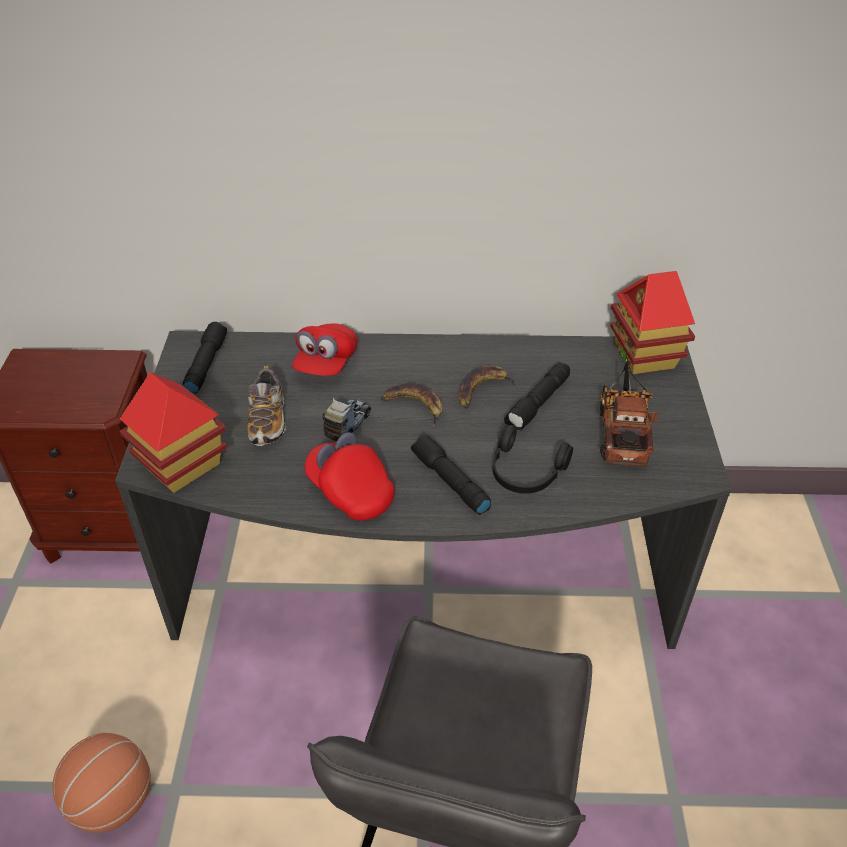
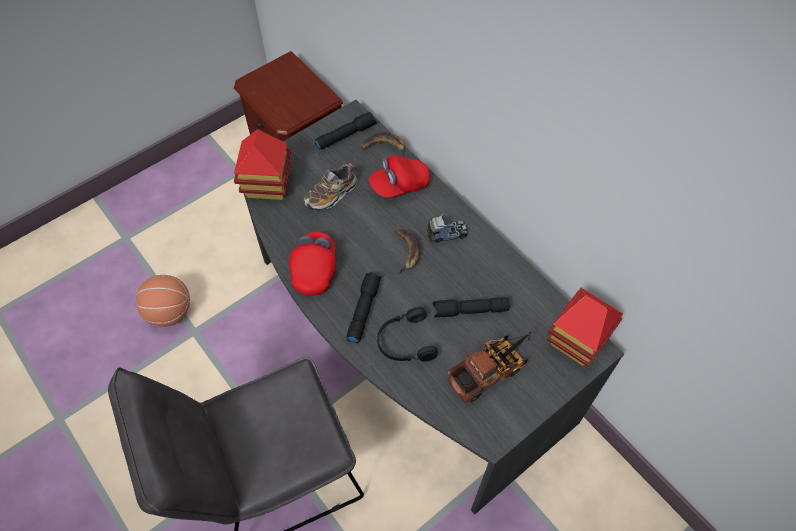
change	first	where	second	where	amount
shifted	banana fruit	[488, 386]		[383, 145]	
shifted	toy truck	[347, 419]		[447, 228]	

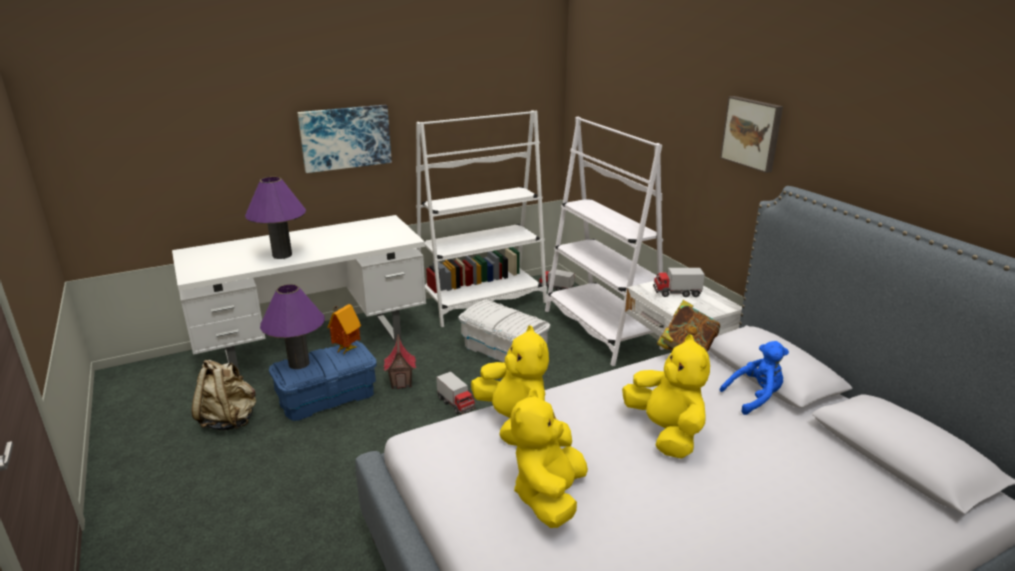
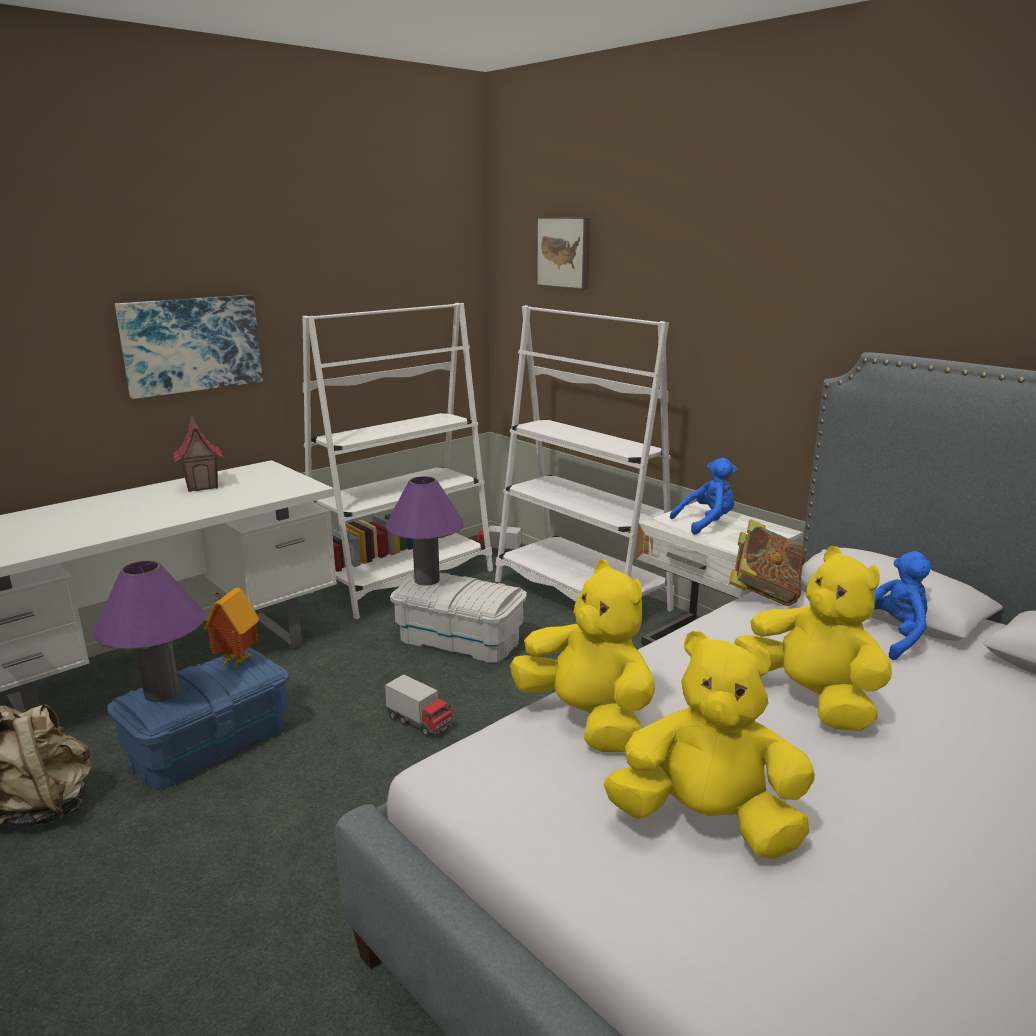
change	first	where	second	where	amount
shifted	wall art	[751, 134]		[563, 253]	
shifted	tabletop lamp (purple-coloured)	[275, 218]		[424, 531]	
swapped	toy truck	[679, 282]	cuddly toy (blue)	[703, 496]	
shifted	miniature house	[400, 361]		[198, 454]	
rotated	cuddly toy (yellow-coloured)	[549, 458]		[709, 745]	105 degrees clockwise

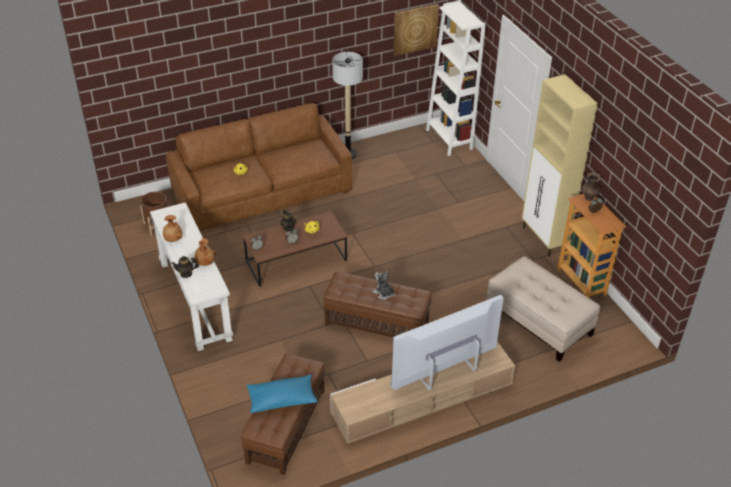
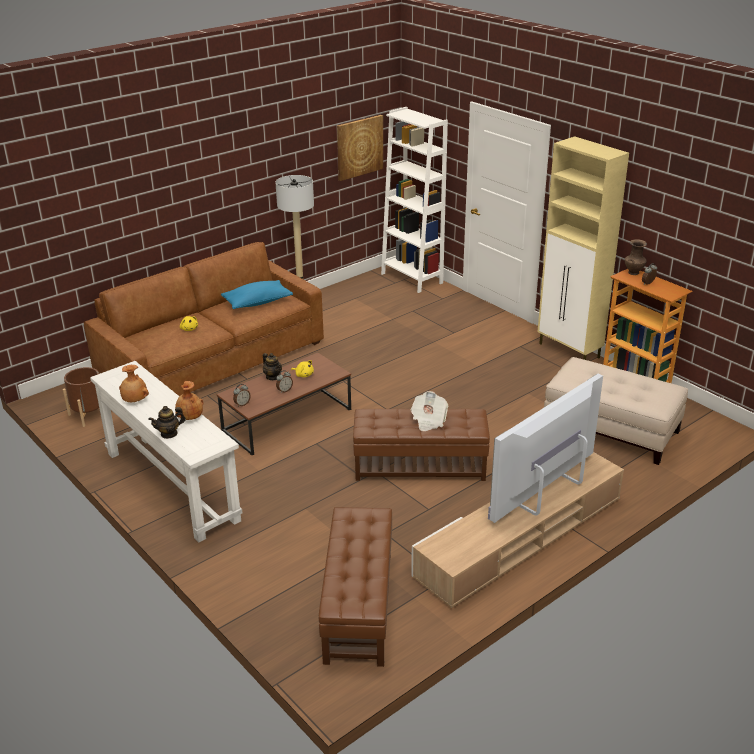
change	first	where	second	where	amount
swapped	cuddly toy	[384, 285]	newspaper	[429, 411]	
shifted	pillow (blue)	[282, 394]		[257, 294]	

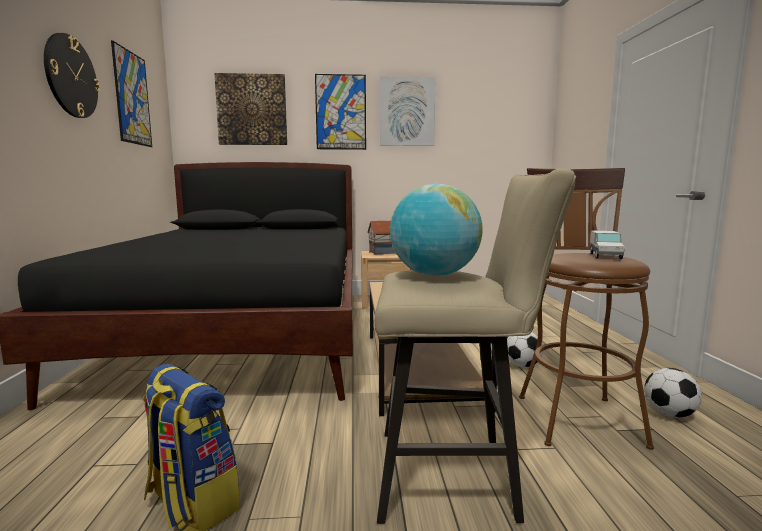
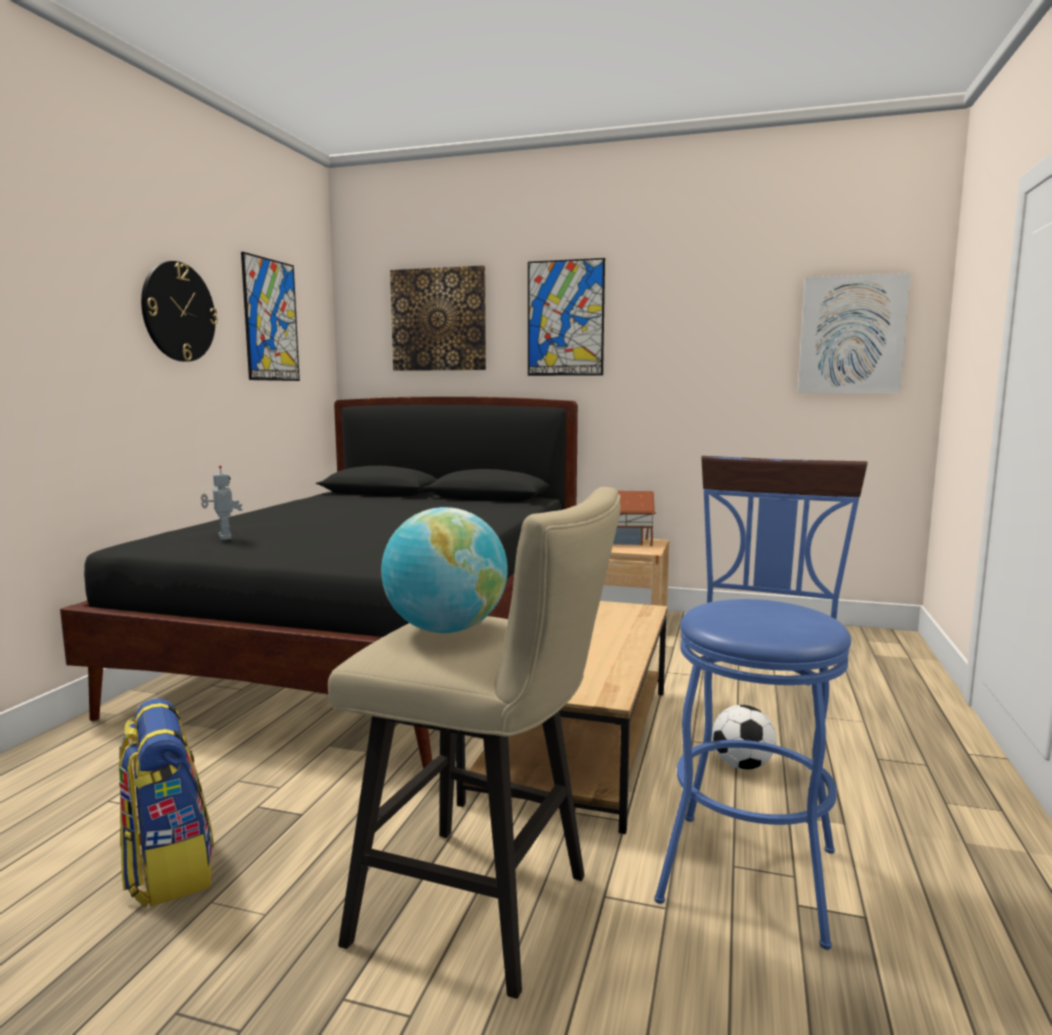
change	first	where	second	where	amount
shifted	wall art	[408, 111]		[854, 333]	
repainted	stool seat (brown)	[586, 309]	stool seat (blue)	[761, 703]	
gone	toy truck	[607, 245]			
gone	football ball	[673, 393]			
new			toy robot	[221, 502]	

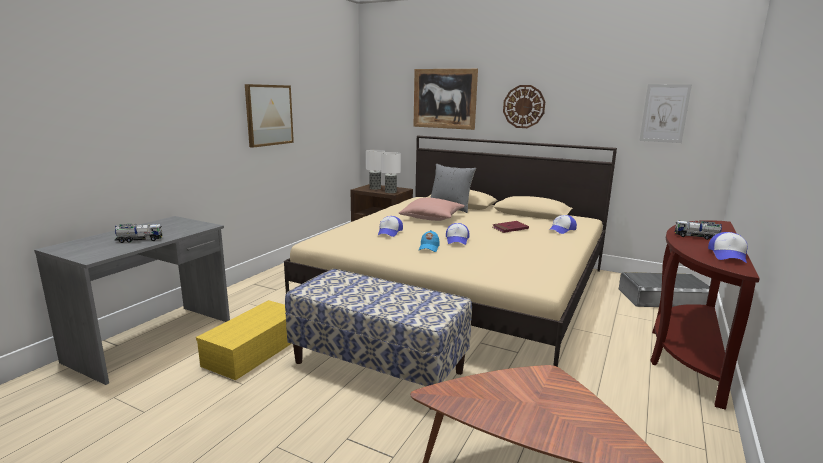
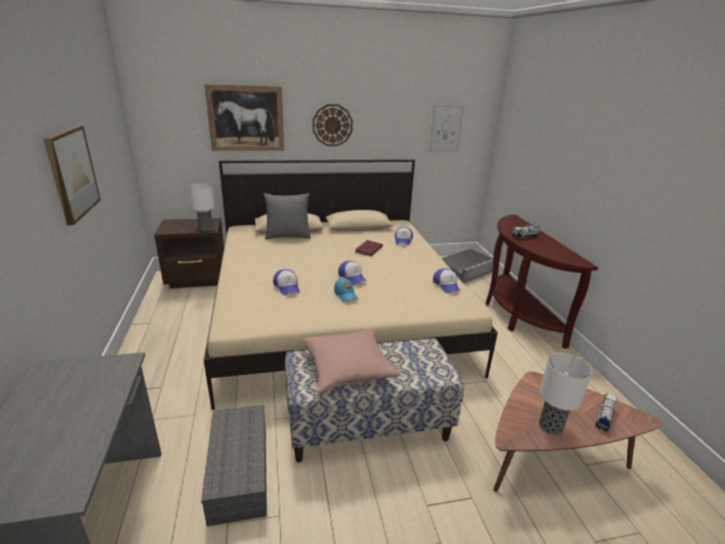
change	first	where	second	where	amount
shifted	tabletop lamp	[375, 170]		[565, 394]	
shifted	pillow (pinkish)	[432, 209]		[350, 361]	
shifted	toy truck	[139, 233]		[606, 412]	
shifted	cap	[728, 247]		[446, 280]	
repainted	storage container (yellow-coloured)	[243, 340]	storage container (gray)	[234, 465]	

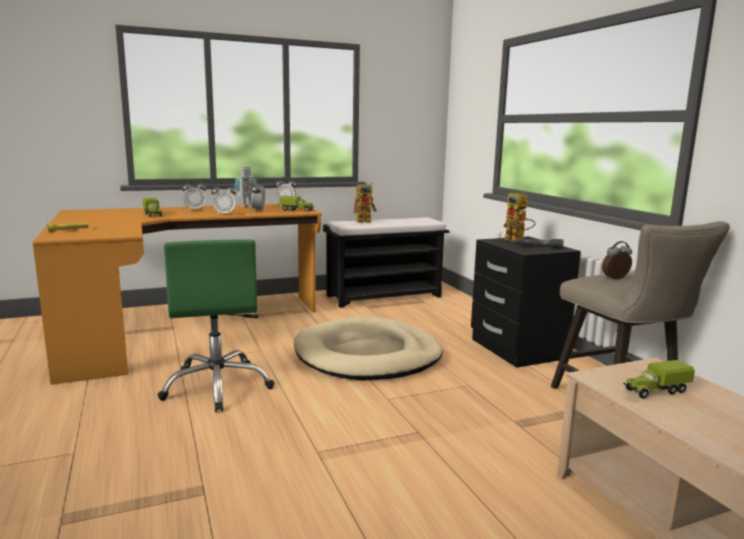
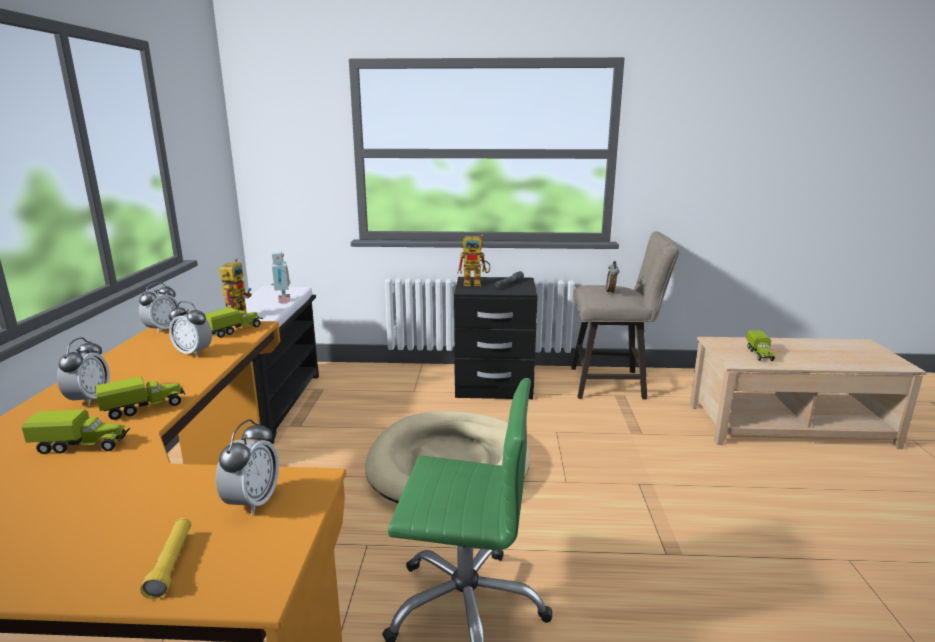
change	first	where	second	where	amount
shifted	toy robot	[245, 187]		[281, 277]	
shifted	bedside clock	[223, 198]		[247, 467]	
new			toy truck	[140, 398]	

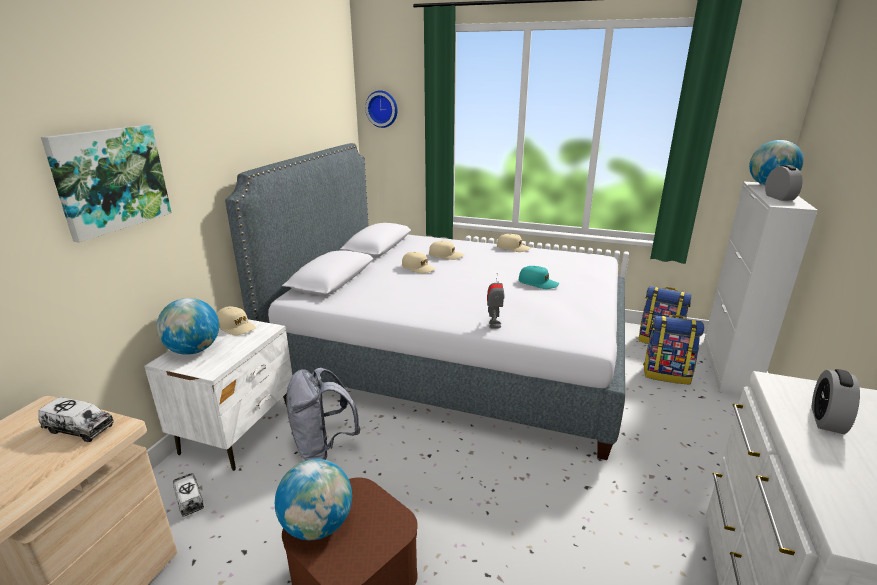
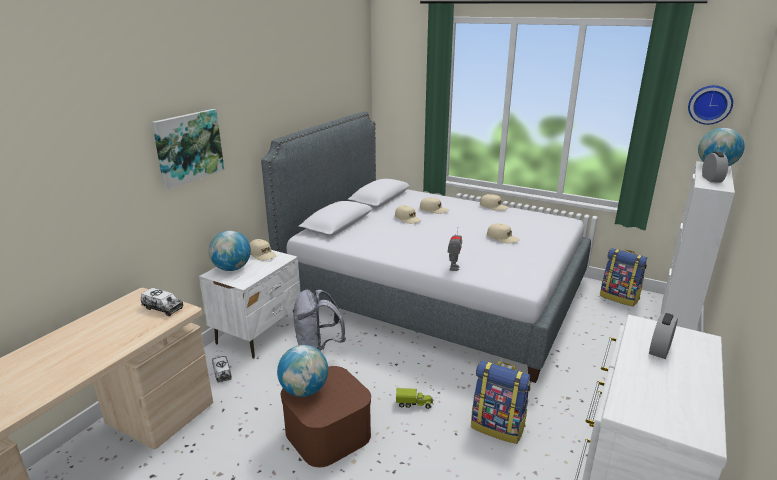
change	first	where	second	where	amount
shifted	hanging clock	[381, 109]		[710, 105]	
repainted	cap (blue-green)	[539, 277]	cap (beige-coloured)	[503, 233]	
shifted	backpack	[673, 349]		[501, 402]	
new			toy truck	[414, 398]	

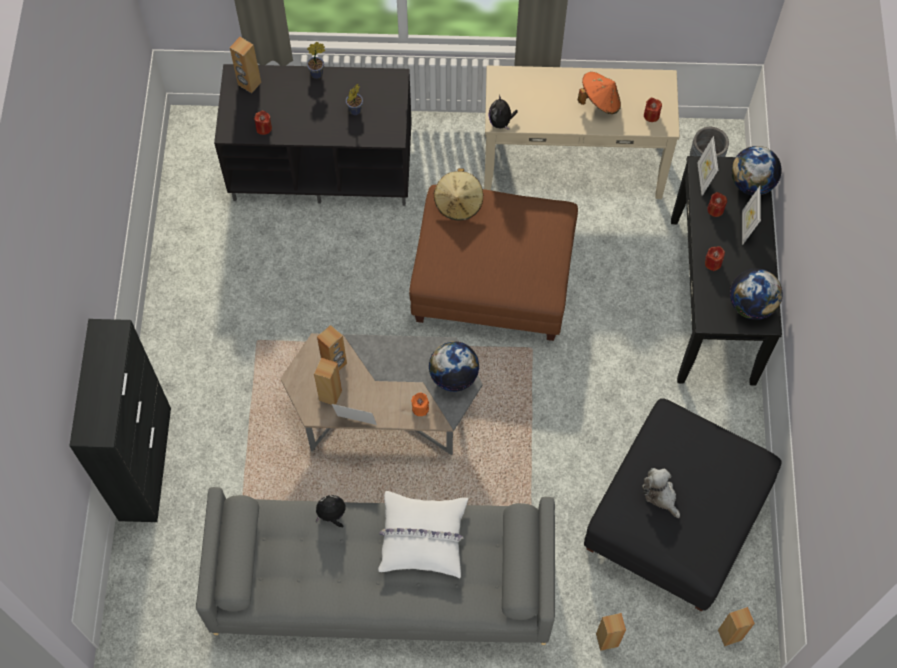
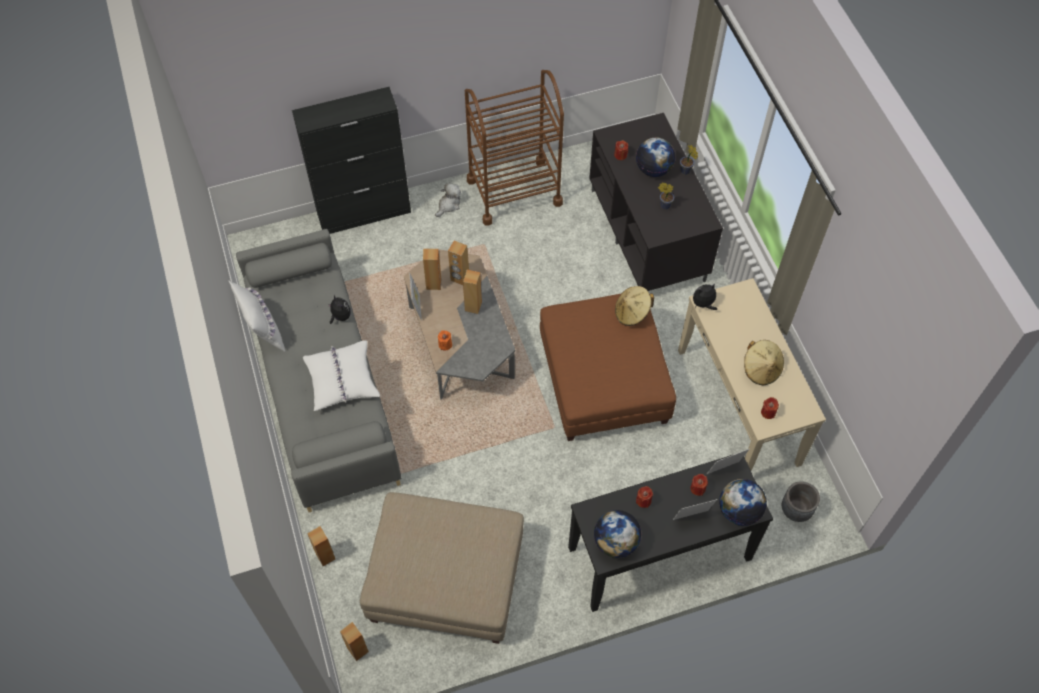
change	first	where	second	where	amount
shifted	loudspeaker (brown)	[245, 65]		[472, 292]	
repainted	clothing hat (orange-coloured)	[599, 93]	clothing hat (beige-coloured)	[764, 362]	
shifted	desk globe	[454, 366]		[655, 157]	
repainted	footrest (black)	[683, 504]	footrest (beige-coloured)	[442, 568]	
shifted	cuddly toy	[661, 493]		[448, 200]	
new			trolley (brown)	[514, 148]	
new			pillow (white-coloured)	[257, 316]	

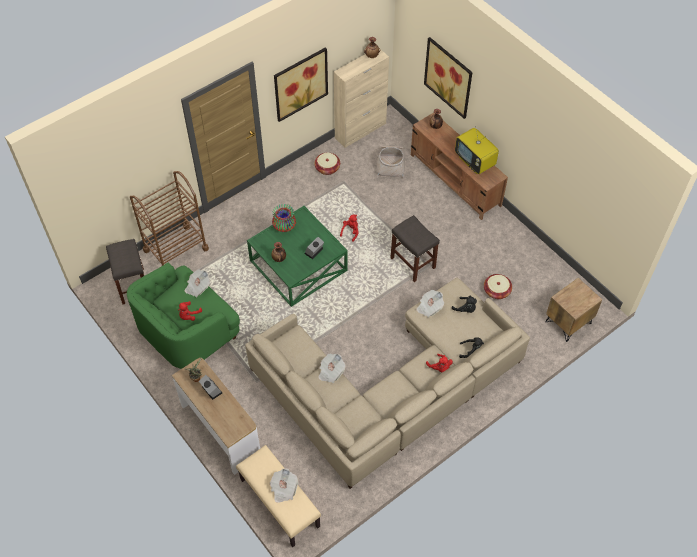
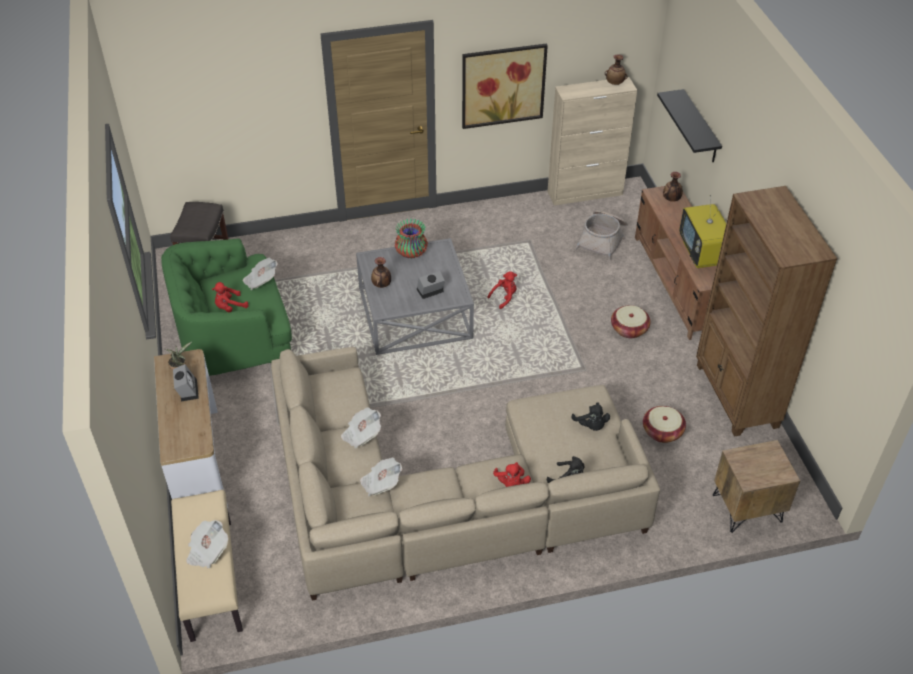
change	first	where	second	where	amount
swapped	wall art	[448, 78]	shelf (black)	[689, 125]	
shifted	basket	[327, 164]		[631, 321]	
gone	trolley (brown)	[169, 218]			
repainted	coffee table (green)	[297, 256]	coffee table (gray)	[415, 296]	
gone	stool seat (gray)	[415, 248]			
shifted	newspaper	[430, 304]		[381, 477]	
new			bookshelf (brown)	[767, 311]	

